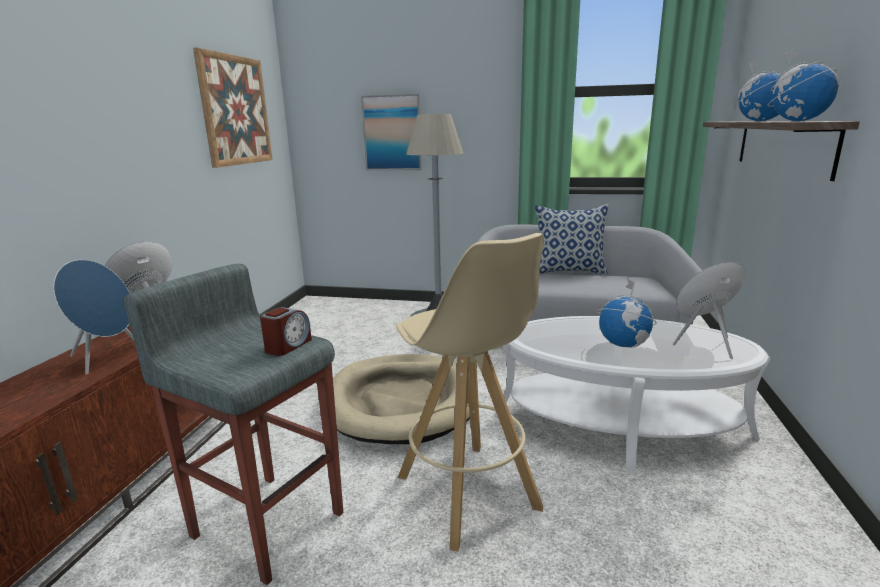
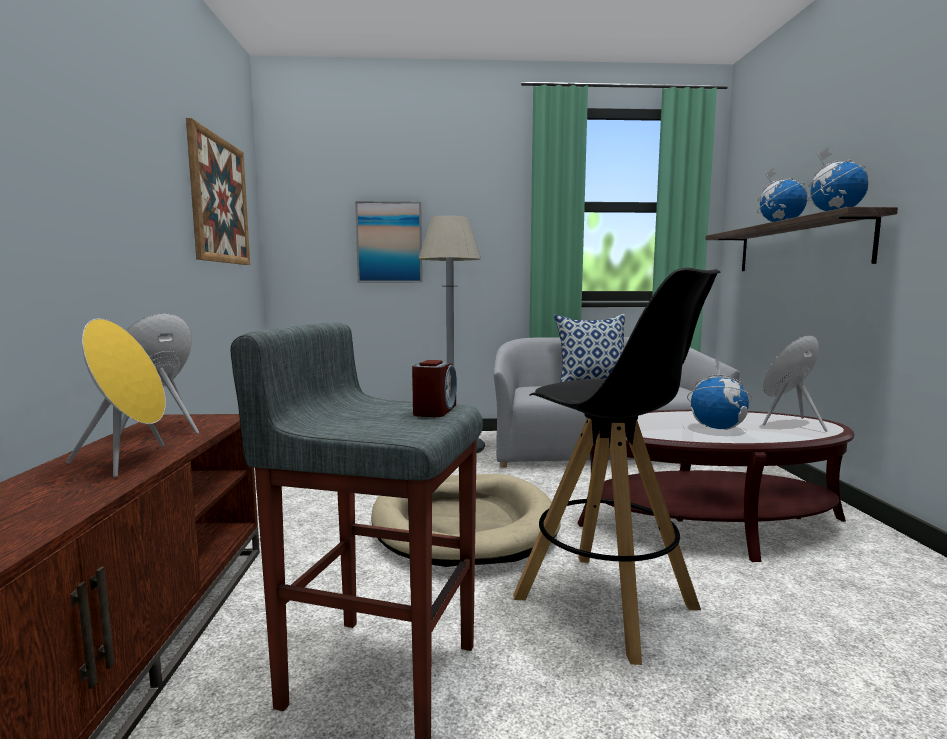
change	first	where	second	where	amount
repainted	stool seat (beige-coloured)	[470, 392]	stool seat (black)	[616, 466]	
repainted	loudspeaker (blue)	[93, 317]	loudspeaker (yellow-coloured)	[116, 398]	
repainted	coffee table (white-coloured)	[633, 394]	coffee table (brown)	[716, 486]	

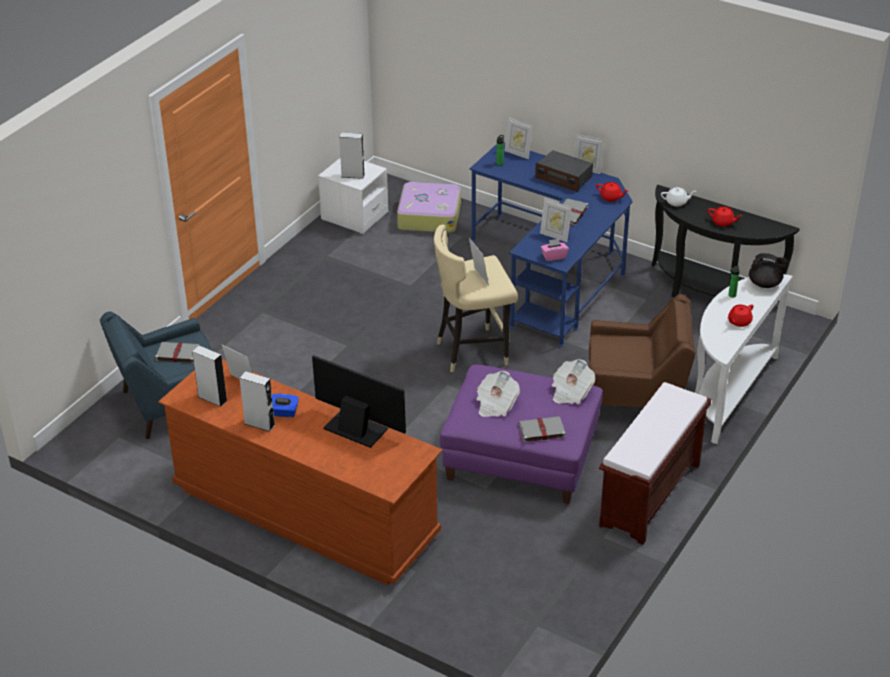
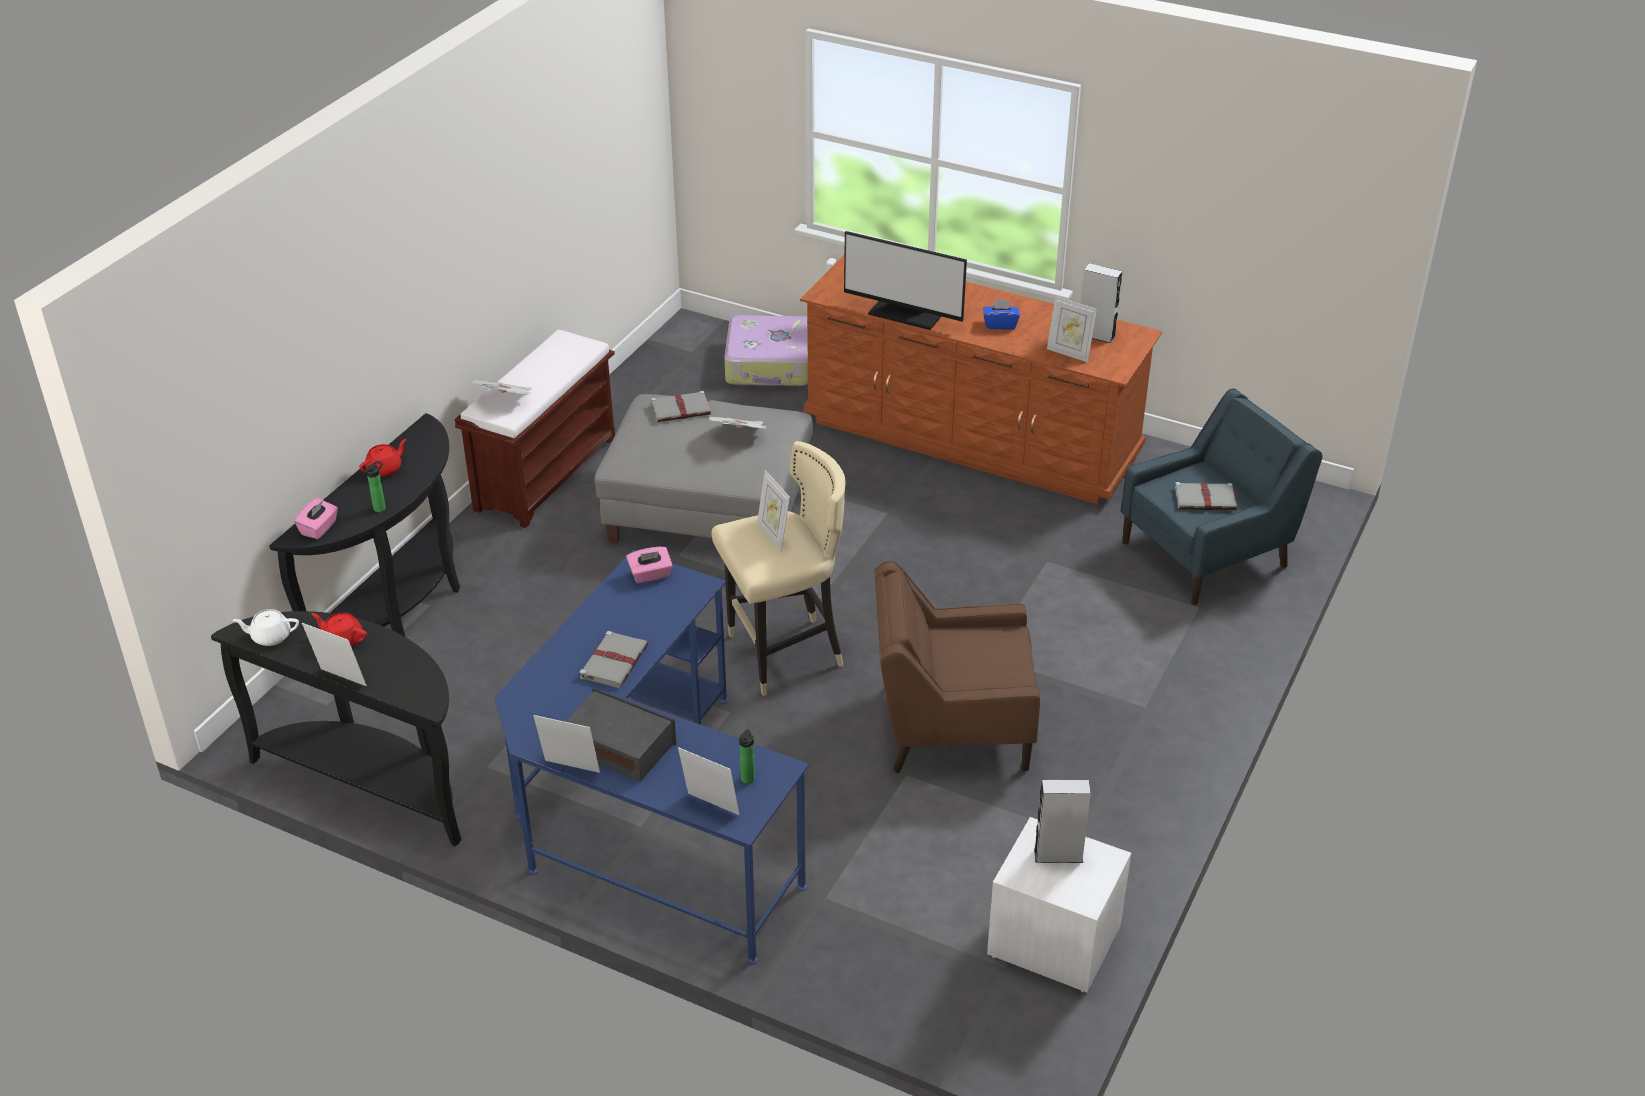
change	first	where	second	where	amount
shifted	piece of luggage	[429, 207]		[766, 350]	
gone	tea pot (red-coloured)	[612, 191]			
shifted	tea pot (white-coloured)	[678, 197]		[266, 627]	
shifted	picture frame	[556, 220]		[334, 654]	
swapped	tea pot (black)	[769, 270]	box of tissues (pinkish)	[316, 518]	
repainted	narrow table (white-coloured)	[744, 359]	narrow table (black)	[364, 525]	
shifted	easy chair (brown)	[642, 350]		[957, 667]	
shifted	newspaper	[573, 381]		[502, 387]	
repainted	footrest (purple-coloured)	[521, 434]	footrest (gray)	[704, 469]	
gone	loudspeaker (gray)	[257, 401]			

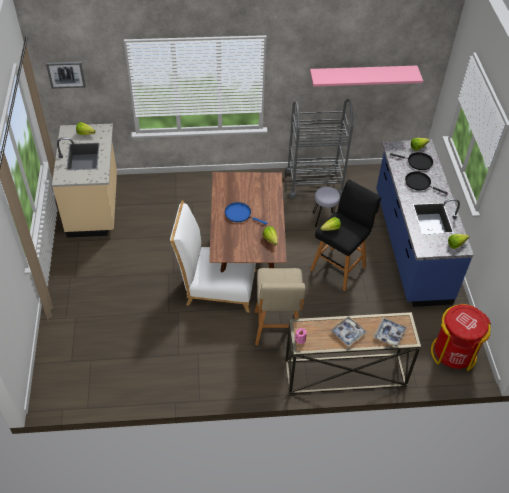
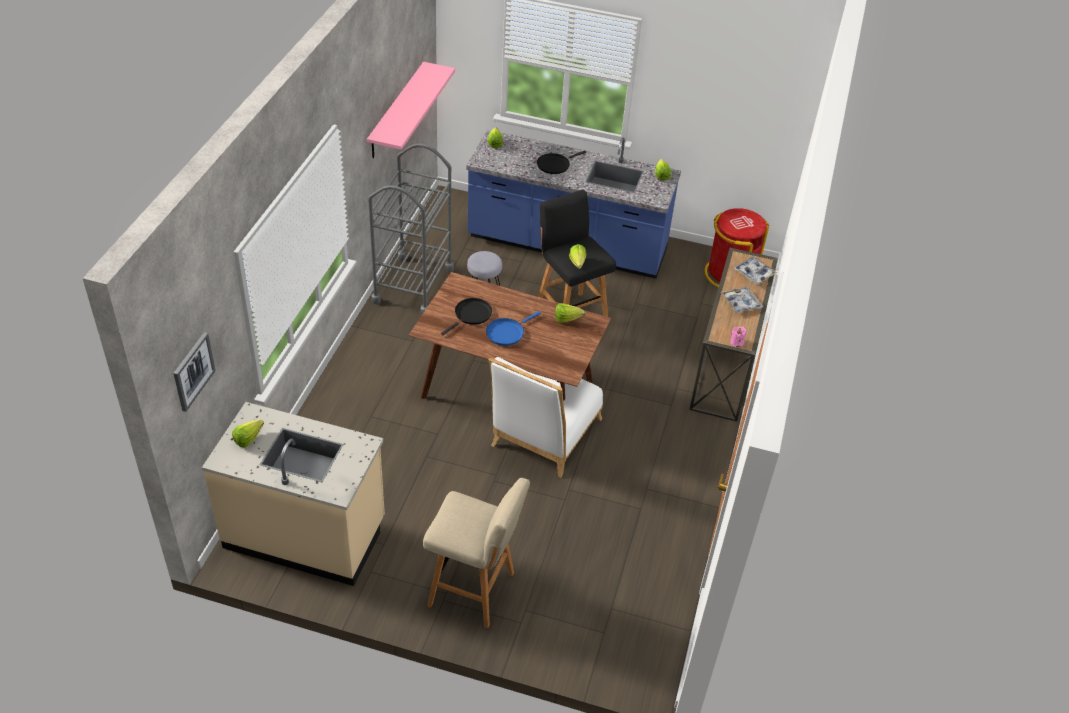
change	first	where	second	where	amount
shifted	skillet (black)	[411, 161]		[466, 317]	
shifted	stool seat (beige-coloured)	[280, 306]		[476, 553]	

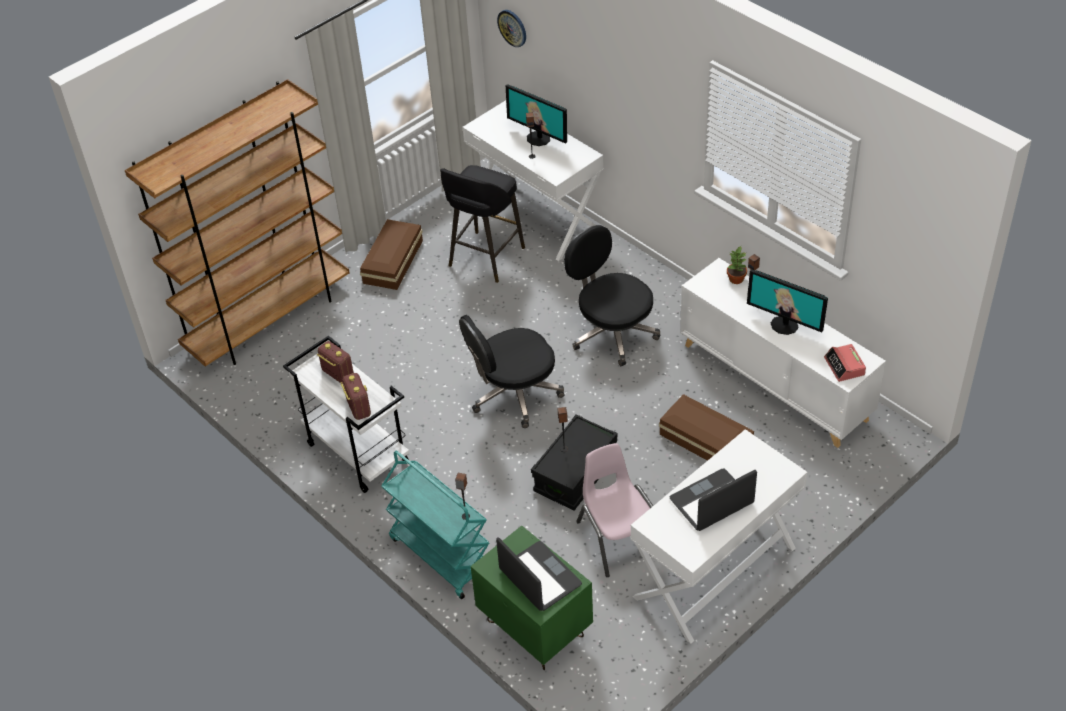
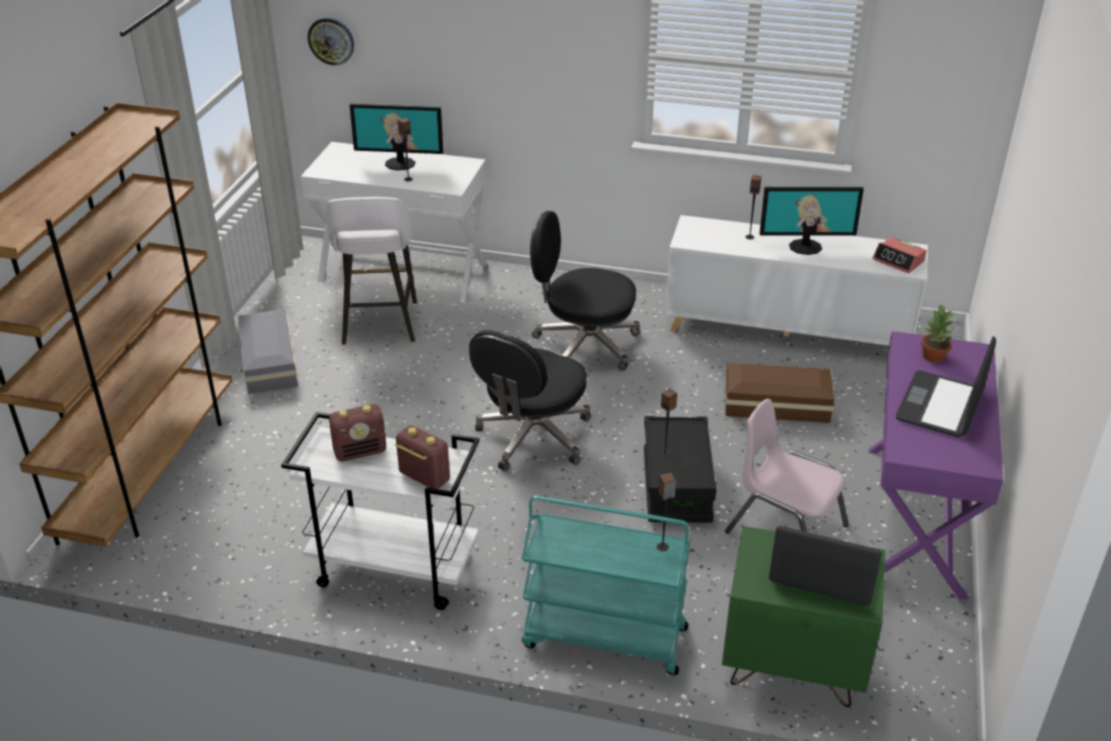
change	first	where	second	where	amount
repainted	stool seat (black)	[482, 224]	stool seat (white-coloured)	[371, 271]	
repainted	storage container (brown)	[391, 254]	storage container (gray)	[268, 351]	
shifted	potted plant	[737, 265]		[938, 333]	
rotated	radio receiver	[335, 361]		[357, 432]	150 degrees clockwise
repainted	desk table (white-coloured)	[719, 536]	desk table (purple-coloured)	[936, 465]	

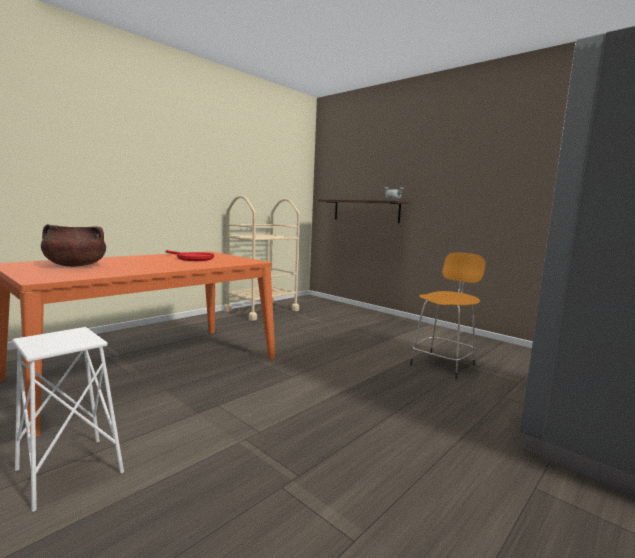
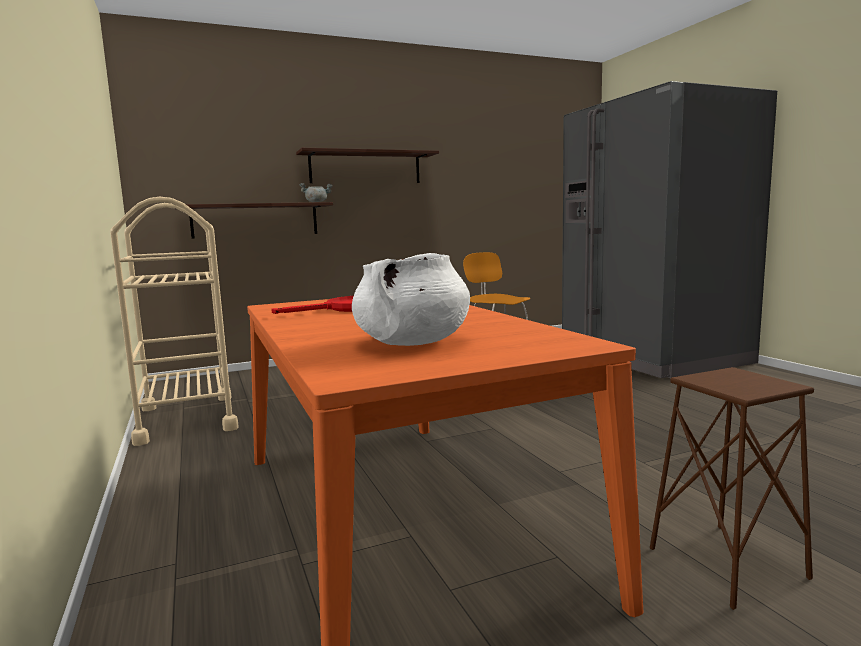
change	first	where	second	where	amount
repainted	saucepot (brown)	[73, 245]	saucepot (white-coloured)	[411, 299]	
repainted	stool seat (white-coloured)	[68, 419]	stool seat (brown)	[732, 488]	
new			shelf	[367, 165]	

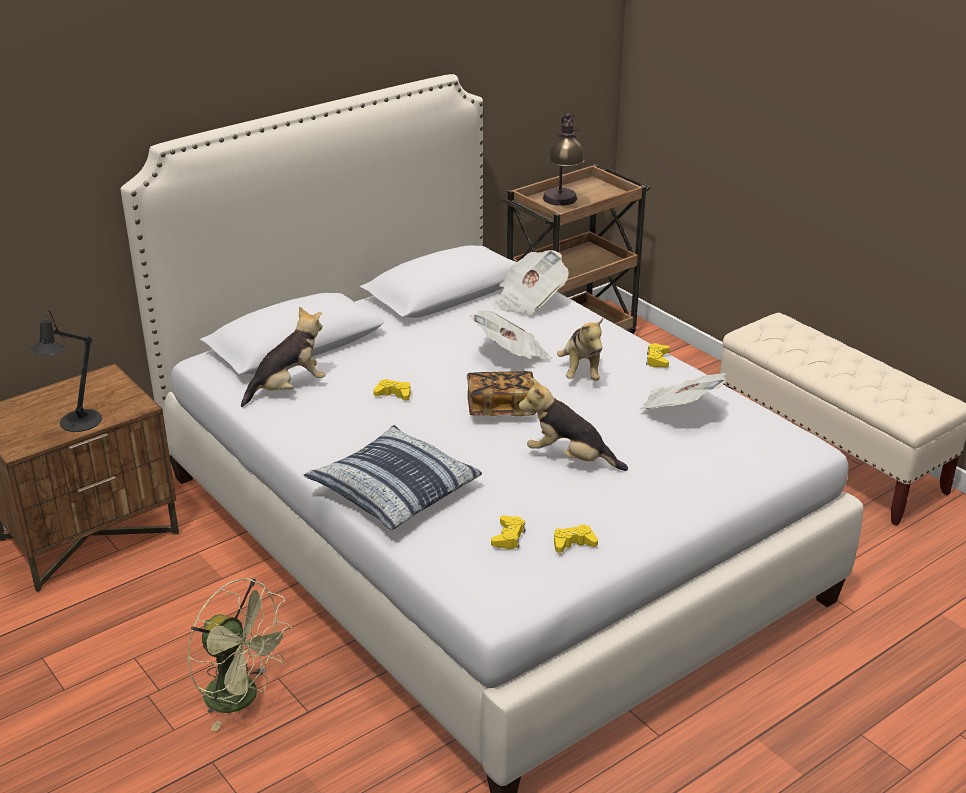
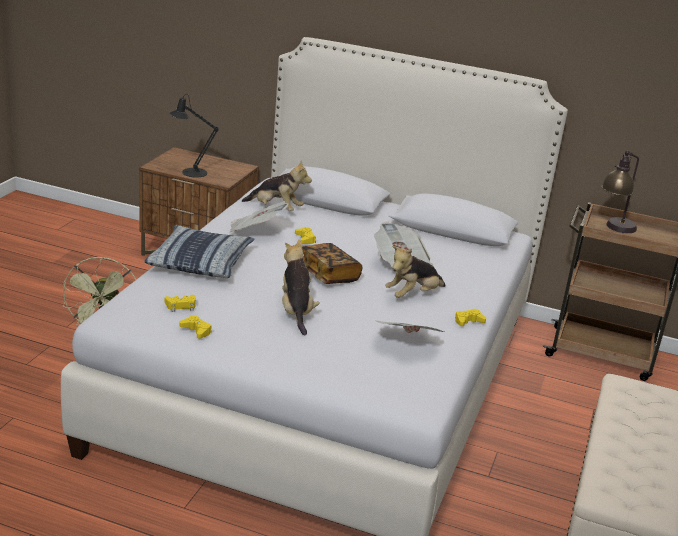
change	first	where	second	where	amount
shifted	newspaper	[531, 282]		[259, 216]	

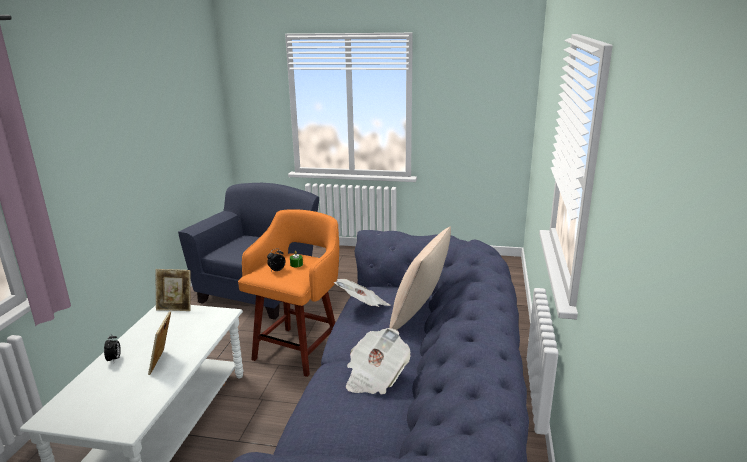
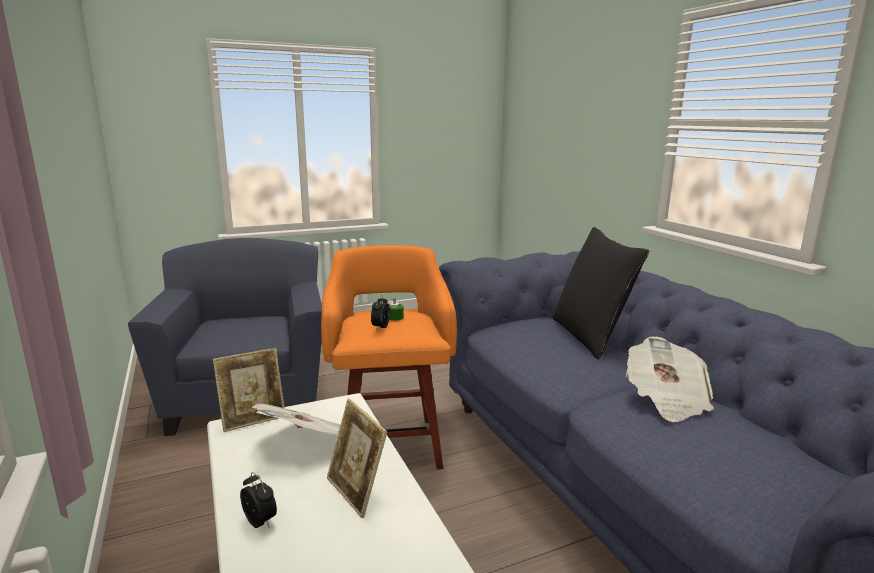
change	first	where	second	where	amount
repainted	pillow (beige-coloured)	[420, 278]	pillow (black)	[601, 293]	
shifted	newspaper	[362, 293]		[296, 419]	

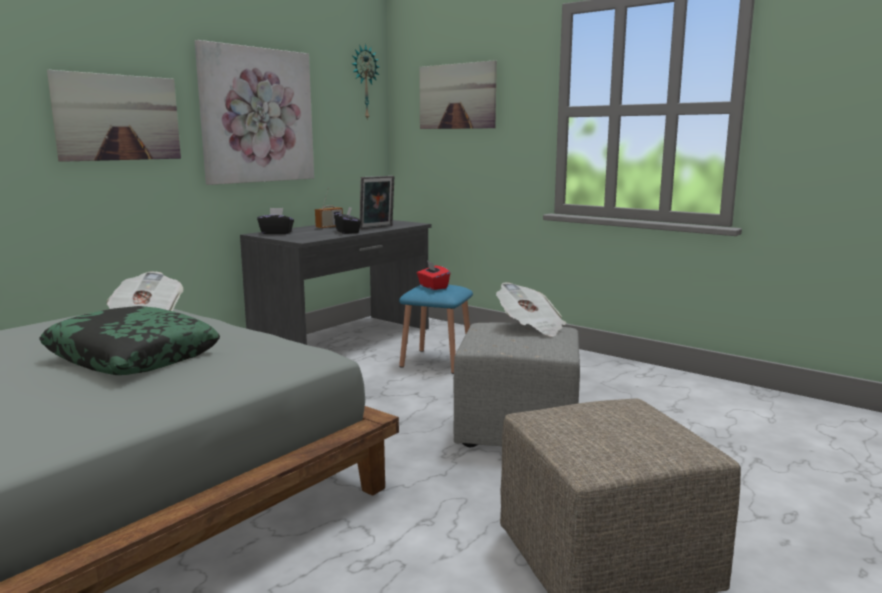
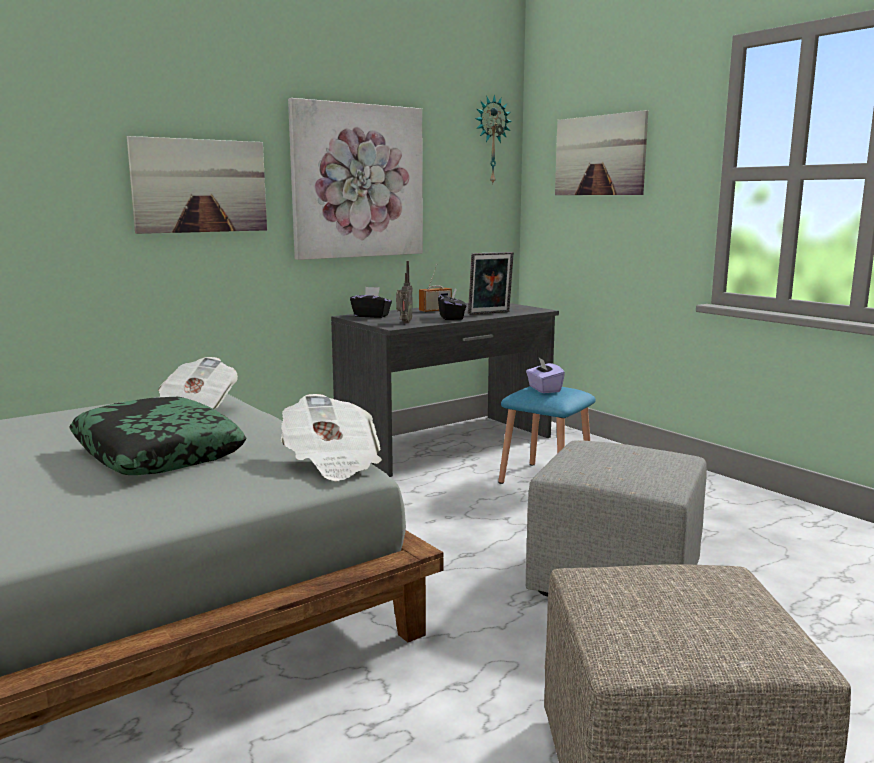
change	first	where	second	where	amount
repainted	box of tissues (red-coloured)	[433, 275]	box of tissues (purple-coloured)	[545, 375]	
shifted	newspaper	[531, 309]		[331, 437]	
new			radio receiver	[404, 292]	

